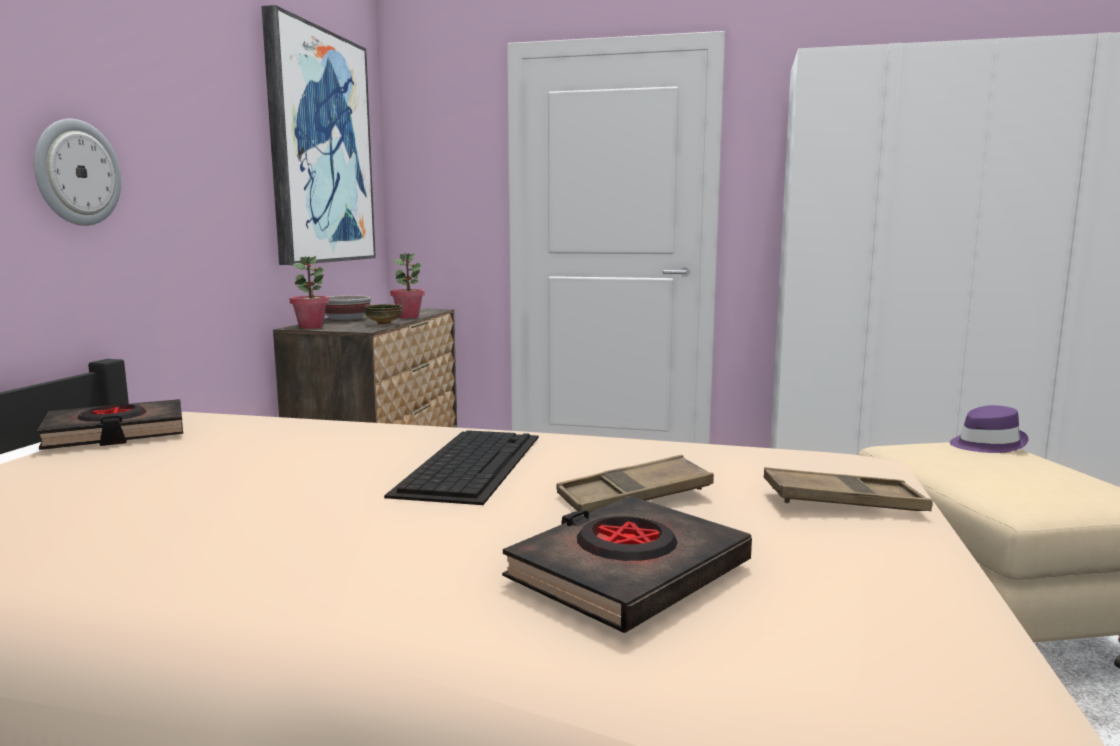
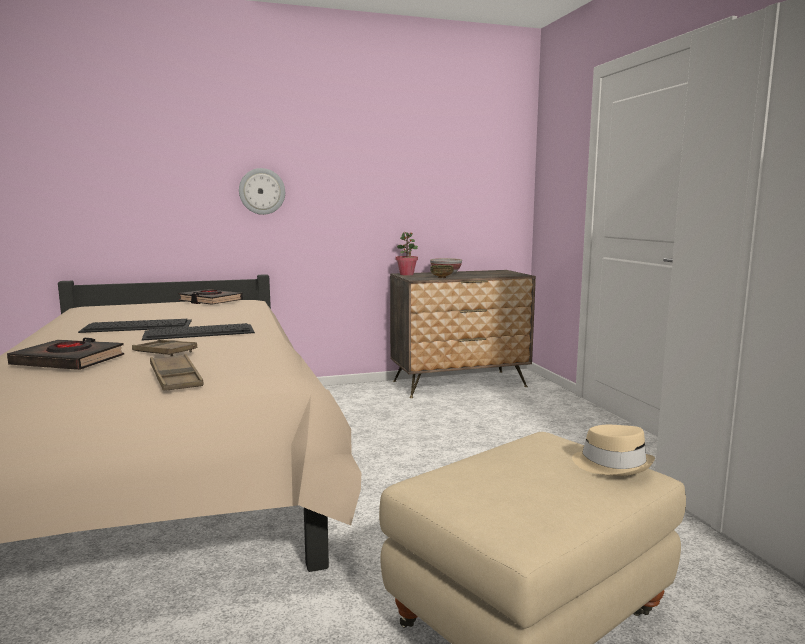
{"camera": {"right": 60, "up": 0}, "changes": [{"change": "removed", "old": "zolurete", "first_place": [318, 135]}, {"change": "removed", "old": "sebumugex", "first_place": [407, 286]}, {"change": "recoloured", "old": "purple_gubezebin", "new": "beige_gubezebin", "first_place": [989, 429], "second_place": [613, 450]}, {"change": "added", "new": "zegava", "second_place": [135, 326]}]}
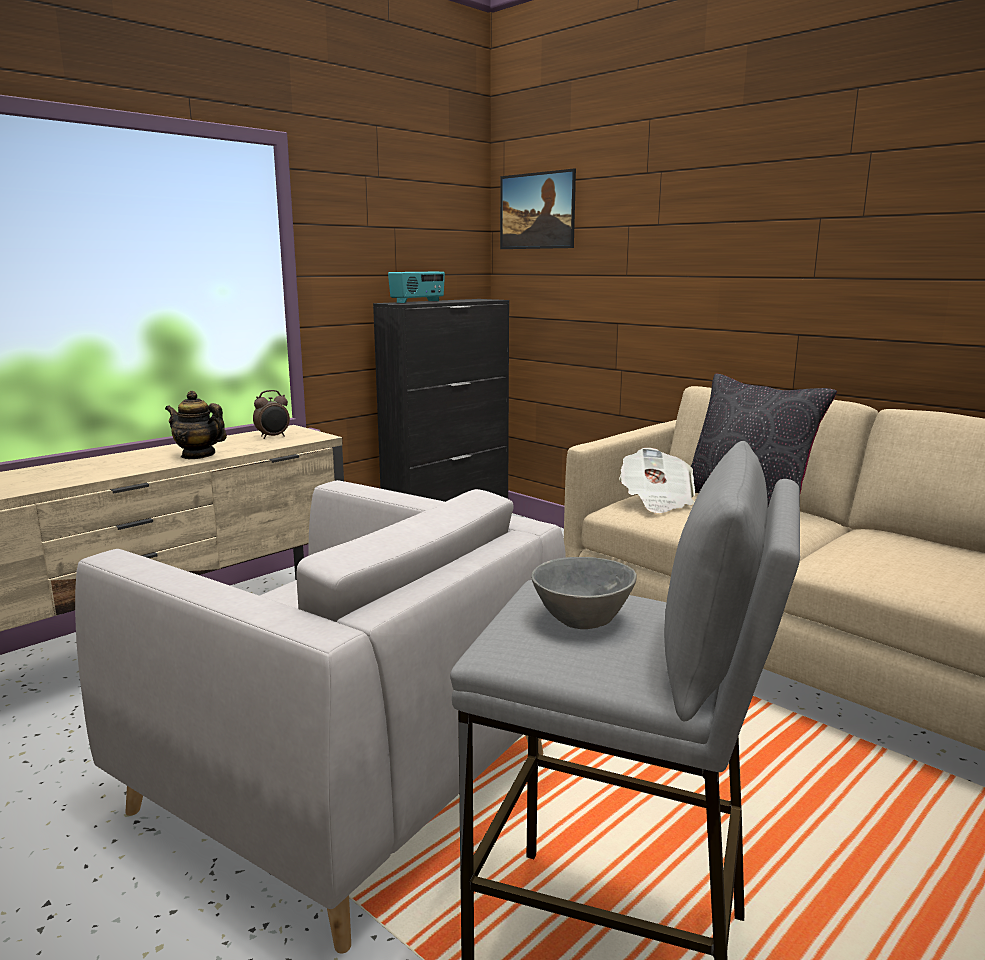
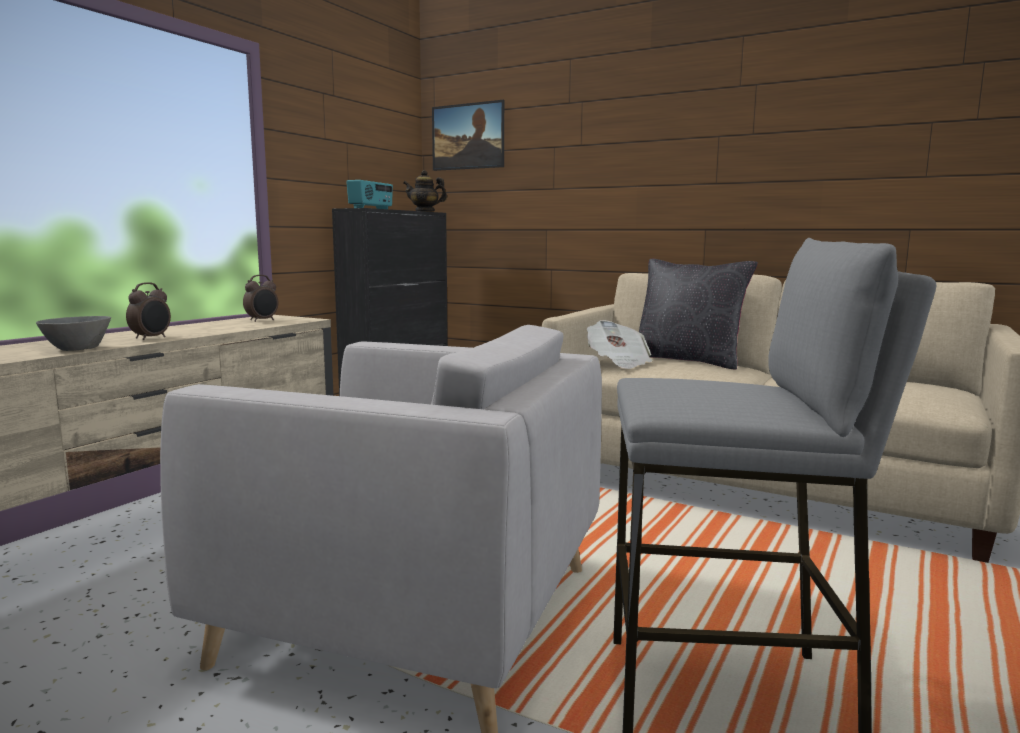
{"camera": {"right": -15, "up": -5}, "changes": [{"change": "moved", "old": "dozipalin", "first_place": [196, 425], "second_place": [425, 191]}, {"change": "moved", "old": "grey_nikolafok", "first_place": [584, 593], "second_place": [73, 333]}, {"change": "added", "new": "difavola", "second_place": [148, 311]}]}
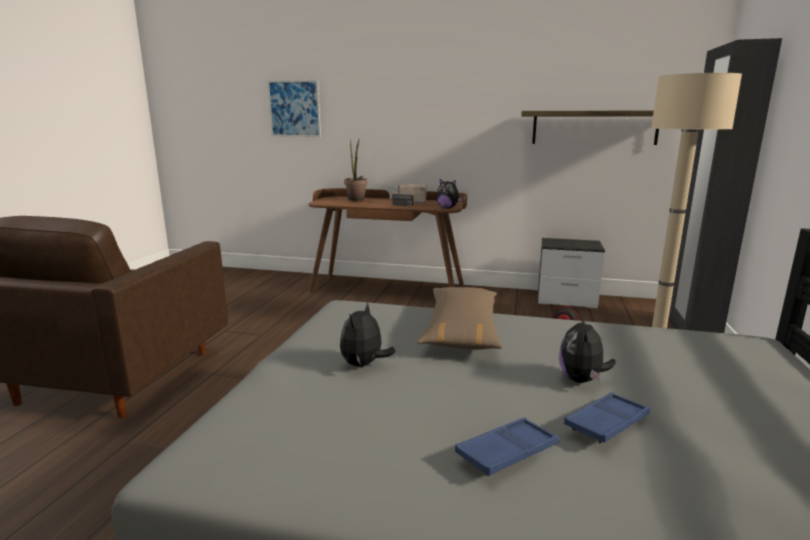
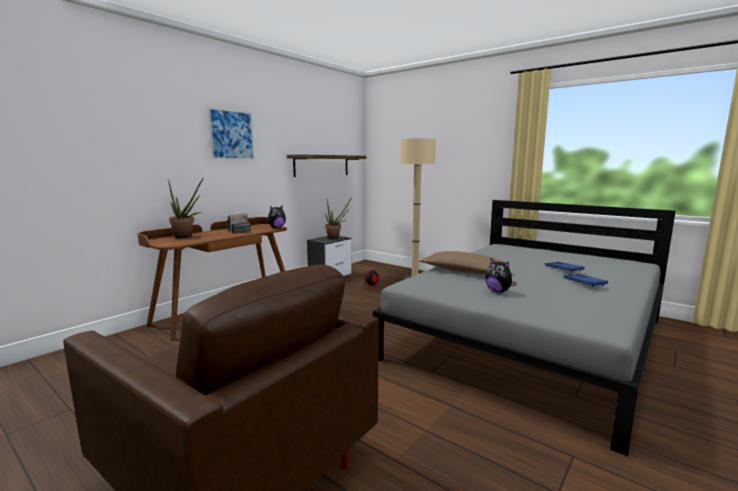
{"camera": {"right": -65, "up": -5}, "changes": [{"change": "moved", "old": "zolurete", "first_place": [294, 108], "second_place": [231, 133]}, {"change": "removed", "old": "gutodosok", "first_place": [587, 348]}, {"change": "removed", "old": "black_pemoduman", "first_place": [725, 185]}, {"change": "added", "new": "sebumugex", "second_place": [338, 218]}]}
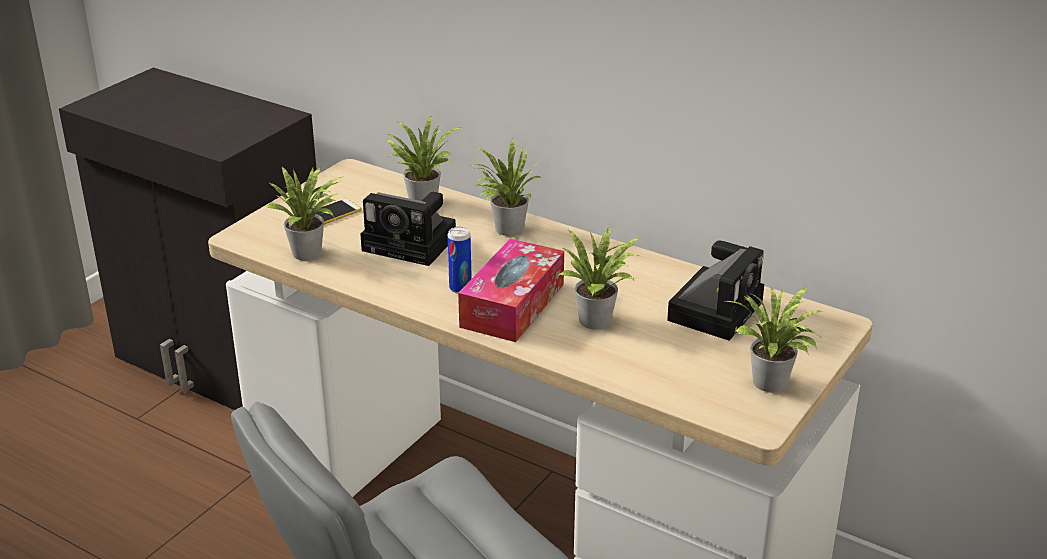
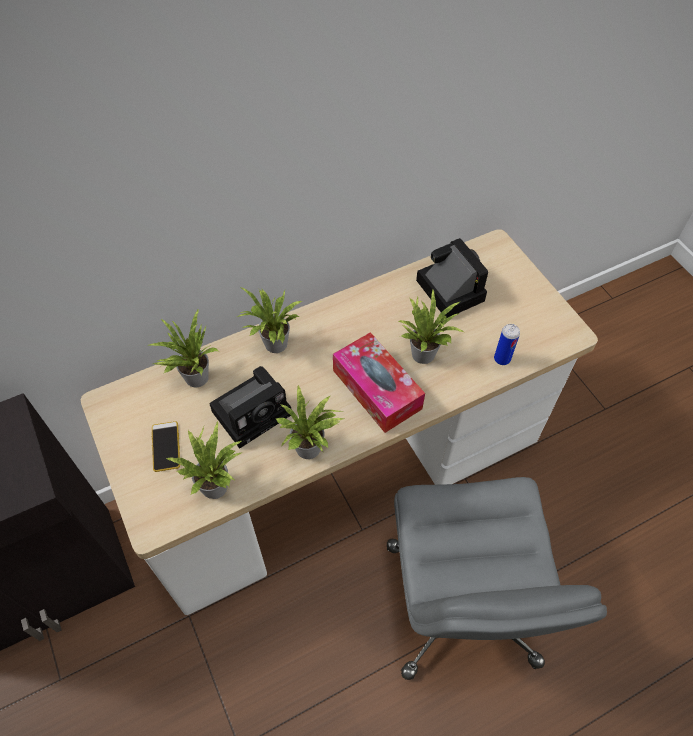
{"camera": {"right": -60, "up": 25}, "changes": [{"change": "moved", "old": "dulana", "first_place": [459, 260], "second_place": [507, 344]}, {"change": "moved", "old": "sebumugex", "first_place": [775, 339], "second_place": [310, 421]}]}
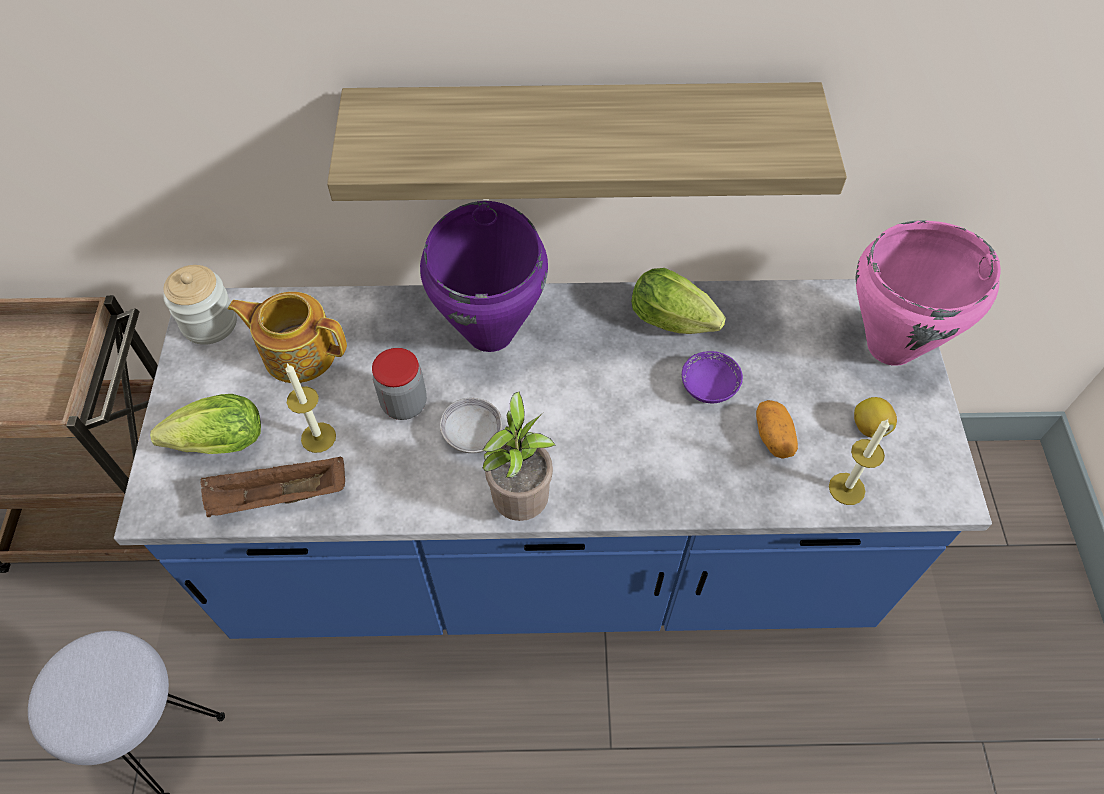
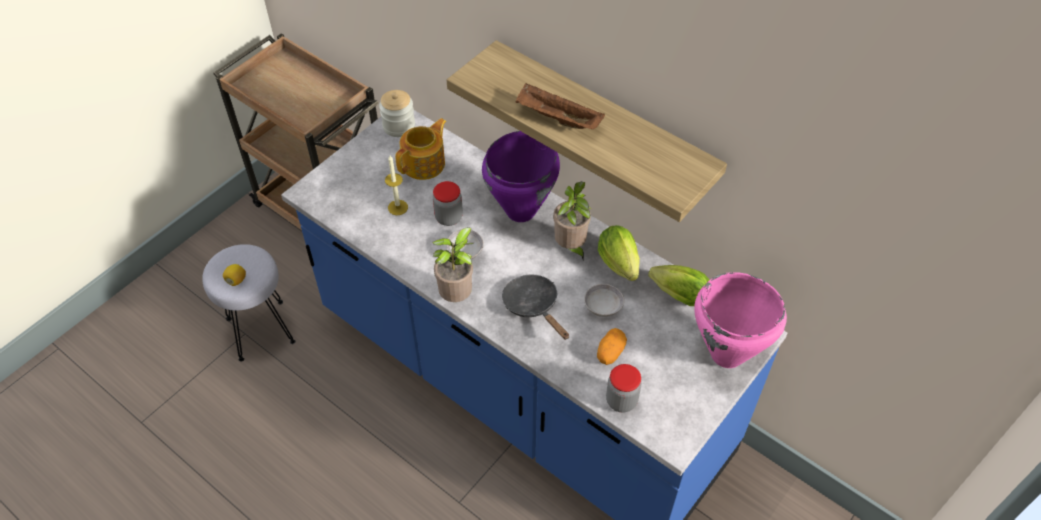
{"camera": {"right": 40, "up": -5}, "changes": [{"change": "moved", "old": "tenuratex", "first_place": [205, 424], "second_place": [679, 285]}, {"change": "moved", "old": "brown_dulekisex", "first_place": [272, 486], "second_place": [560, 106]}, {"change": "turned", "old": "dozipalin", "first_place": [287, 337], "second_place": [421, 149], "degrees": 75}, {"change": "recoloured", "old": "purple_nikolafok", "new": "grey_nikolafok", "first_place": [712, 377], "second_place": [604, 300]}, {"change": "replaced", "old": "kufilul", "new": "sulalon", "first_place": [859, 462], "second_place": [623, 388]}, {"change": "moved", "old": "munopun", "first_place": [875, 417], "second_place": [234, 275]}, {"change": "added", "new": "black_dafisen", "second_place": [535, 307]}, {"change": "added", "new": "sebumugex", "second_place": [572, 221]}]}
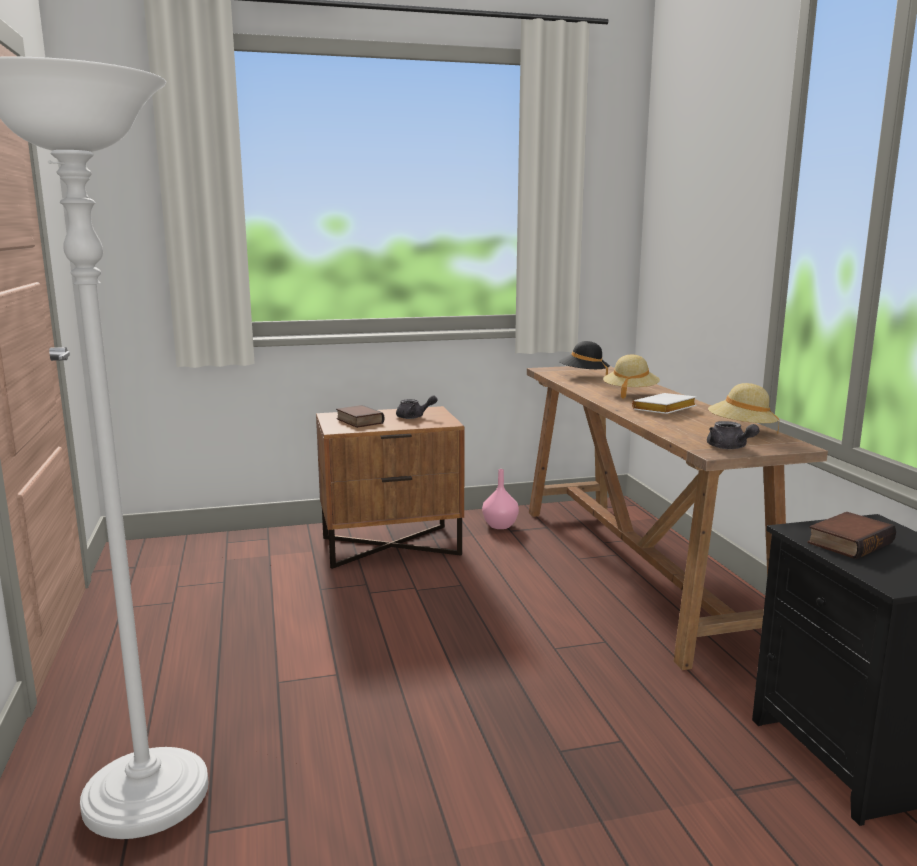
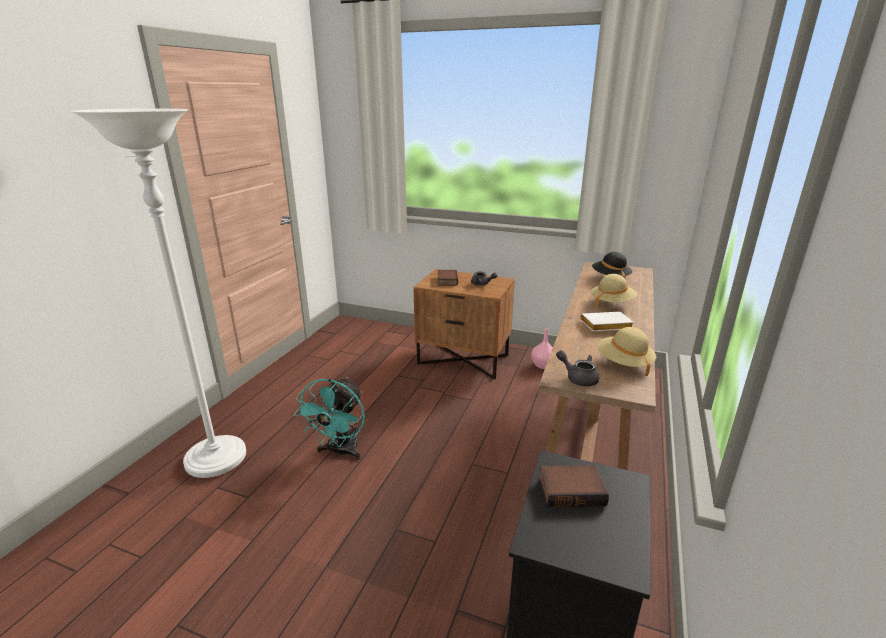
{"camera": {"right": 35, "up": 10}, "changes": [{"change": "turned", "old": "grey_dozipalin", "first_place": [733, 435], "second_place": [578, 368], "degrees": 120}, {"change": "added", "new": "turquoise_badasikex", "second_place": [329, 418]}]}
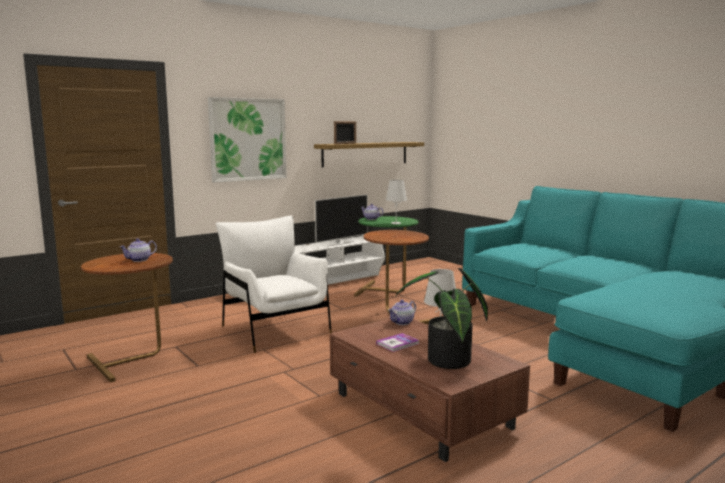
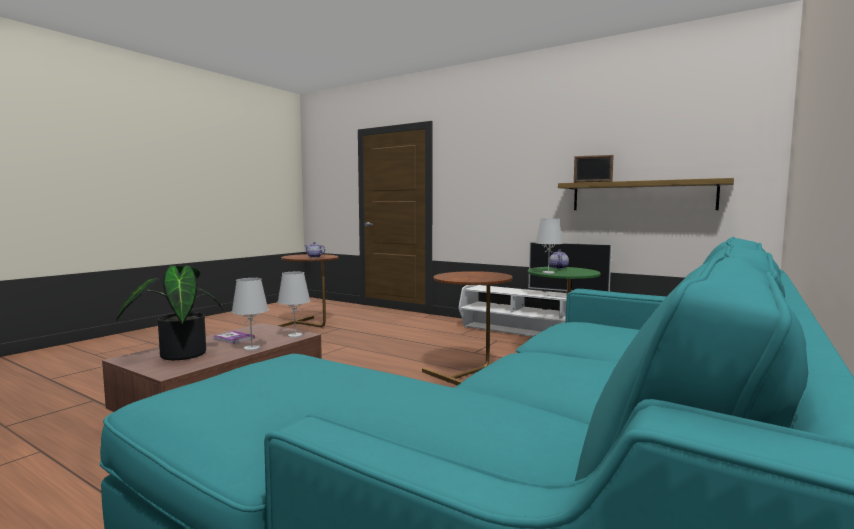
{"camera": {"right": 70, "up": -5}, "changes": [{"change": "removed", "old": "zolurete", "first_place": [247, 140]}, {"change": "removed", "old": "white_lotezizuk", "first_place": [274, 284]}, {"change": "replaced", "old": "dozipalin", "new": "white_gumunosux", "first_place": [402, 312], "second_place": [293, 305]}]}
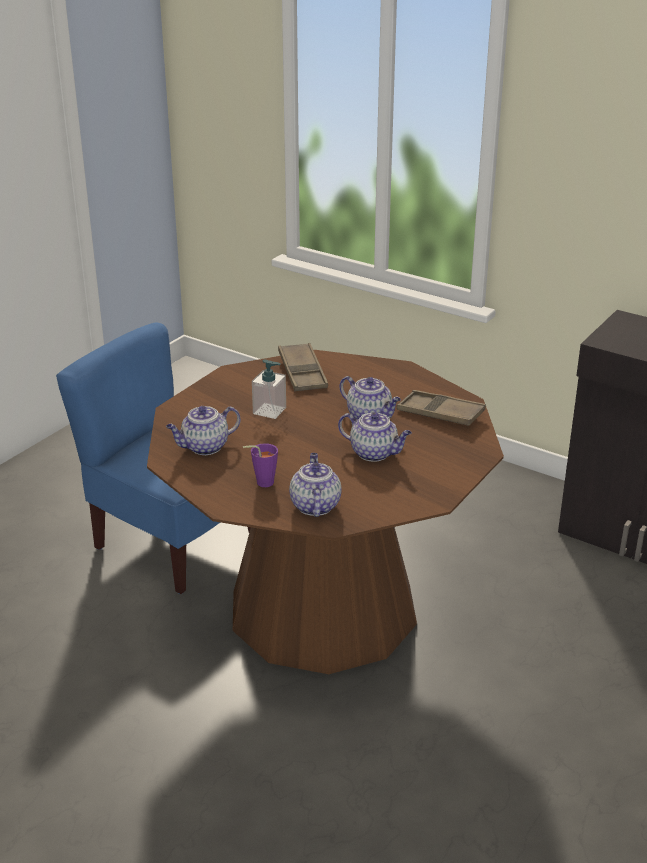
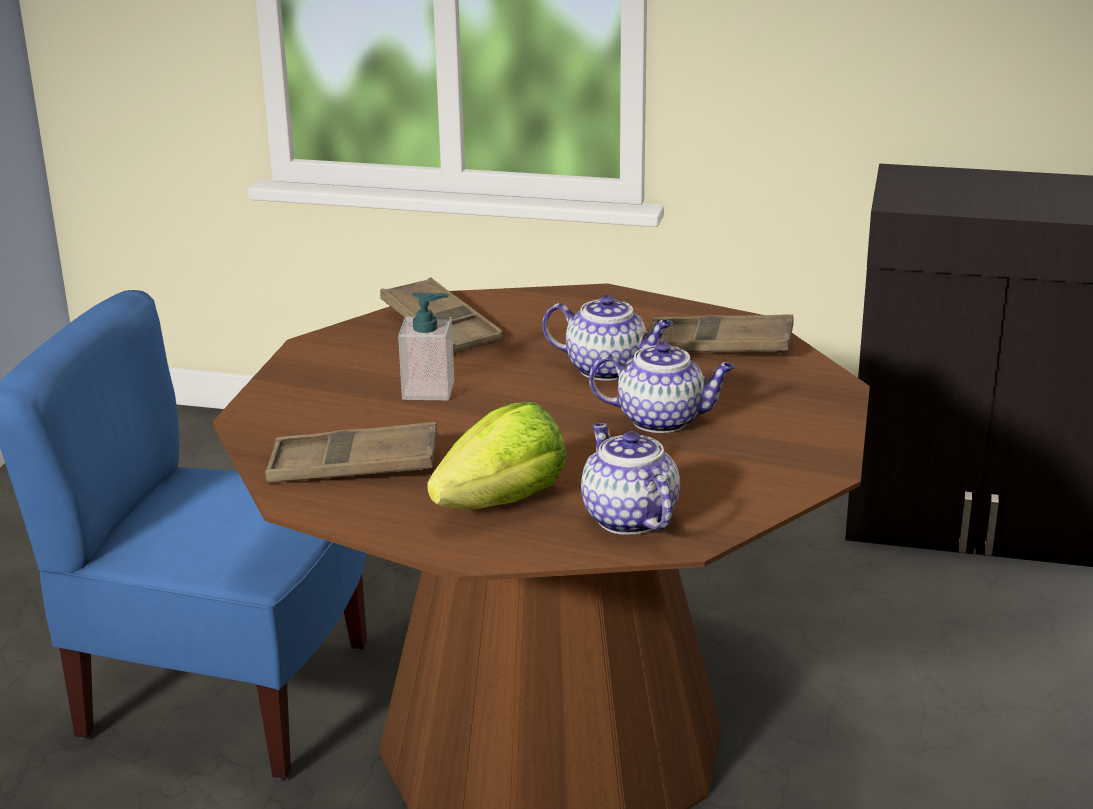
{"camera": {"right": -20, "up": -5}, "changes": [{"change": "replaced", "old": "dozipalin", "new": "brown_dulekisex", "first_place": [203, 430], "second_place": [351, 452]}, {"change": "replaced", "old": "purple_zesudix", "new": "tenuratex", "first_place": [260, 465], "second_place": [496, 455]}]}
